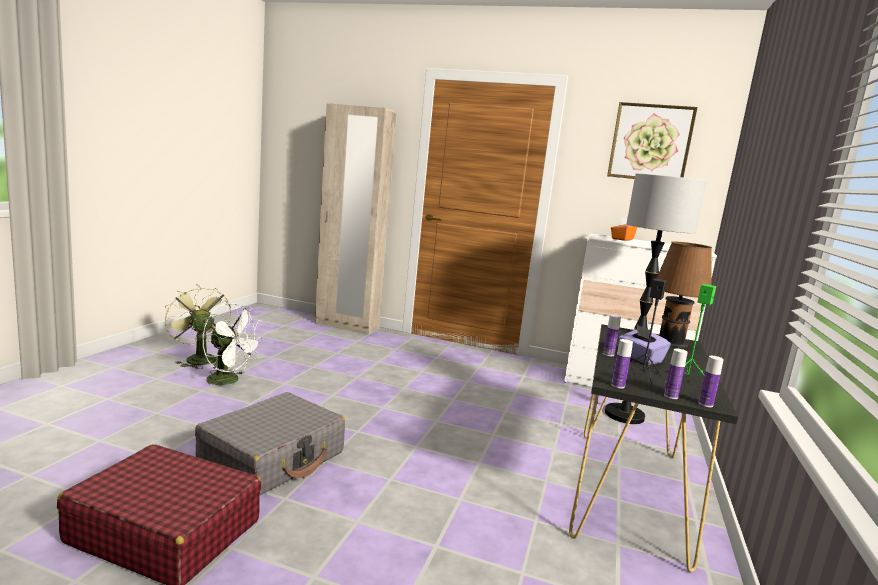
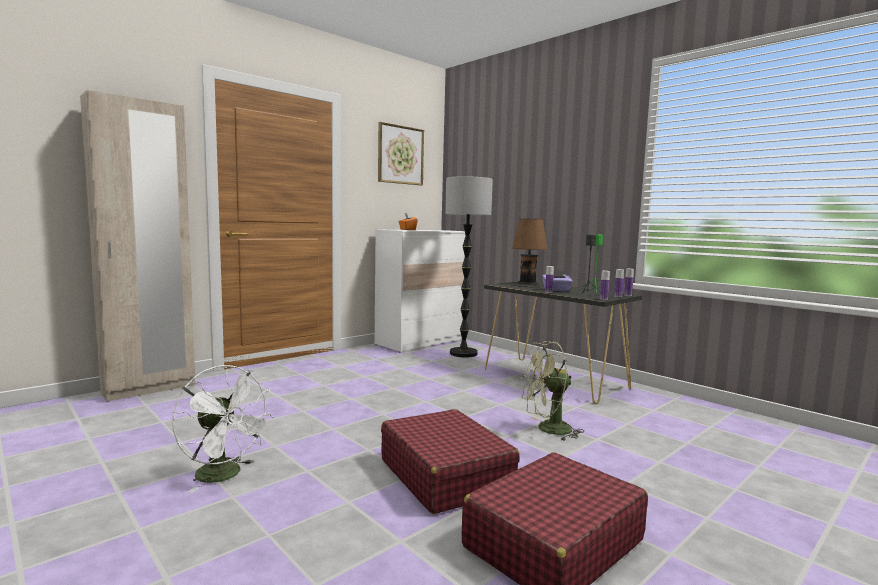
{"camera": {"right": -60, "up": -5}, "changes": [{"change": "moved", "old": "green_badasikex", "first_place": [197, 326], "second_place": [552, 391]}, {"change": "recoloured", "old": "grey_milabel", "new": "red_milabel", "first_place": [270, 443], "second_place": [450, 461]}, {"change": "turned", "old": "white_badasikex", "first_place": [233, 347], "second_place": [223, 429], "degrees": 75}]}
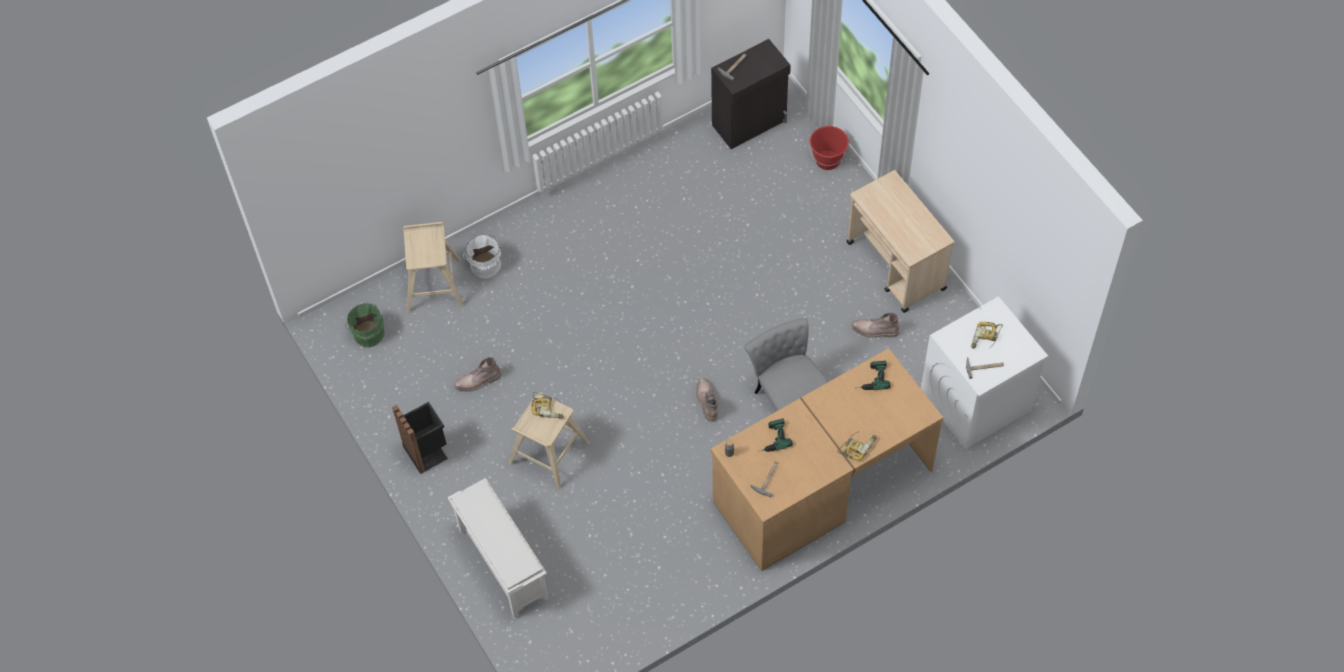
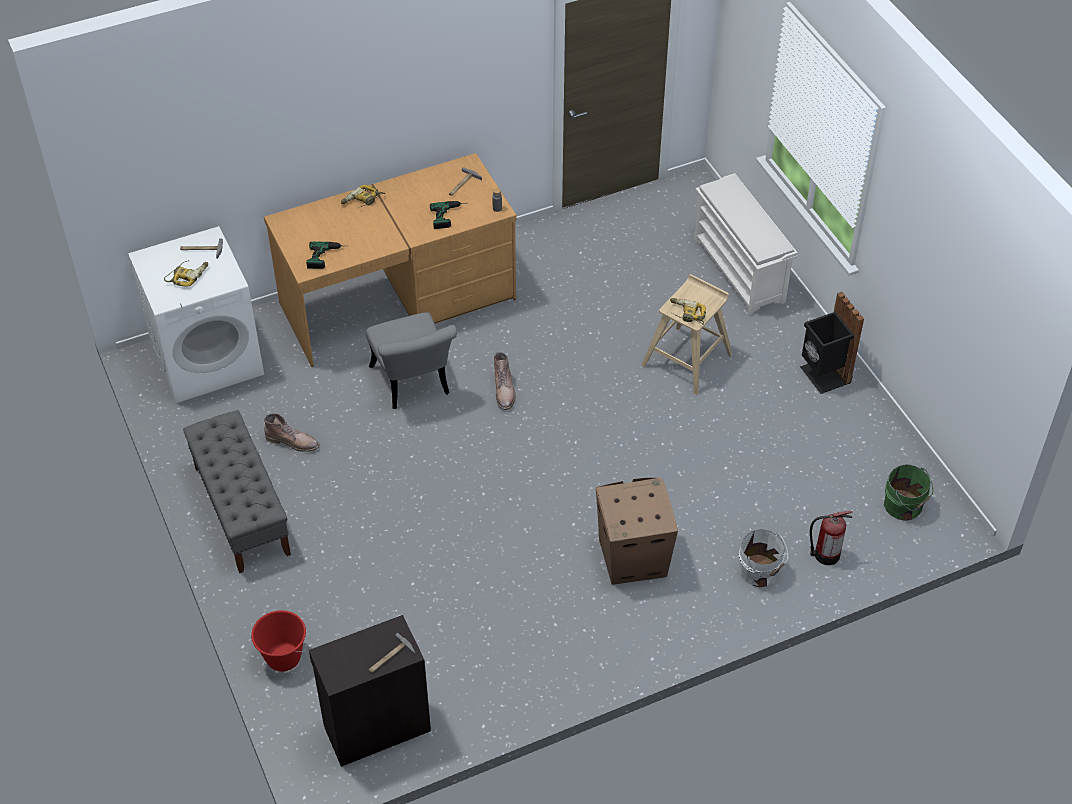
{"camera": {"right": -175, "up": -10}, "changes": [{"change": "replaced", "old": "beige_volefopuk", "new": "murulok", "first_place": [433, 267], "second_place": [831, 538]}, {"change": "removed", "old": "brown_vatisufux", "first_place": [477, 374]}, {"change": "replaced", "old": "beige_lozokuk", "new": "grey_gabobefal", "first_place": [900, 241], "second_place": [237, 491]}, {"change": "added", "new": "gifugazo", "second_place": [637, 531]}]}
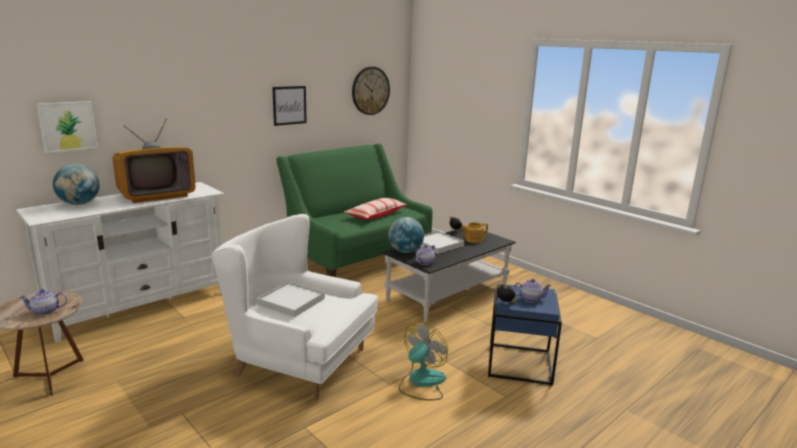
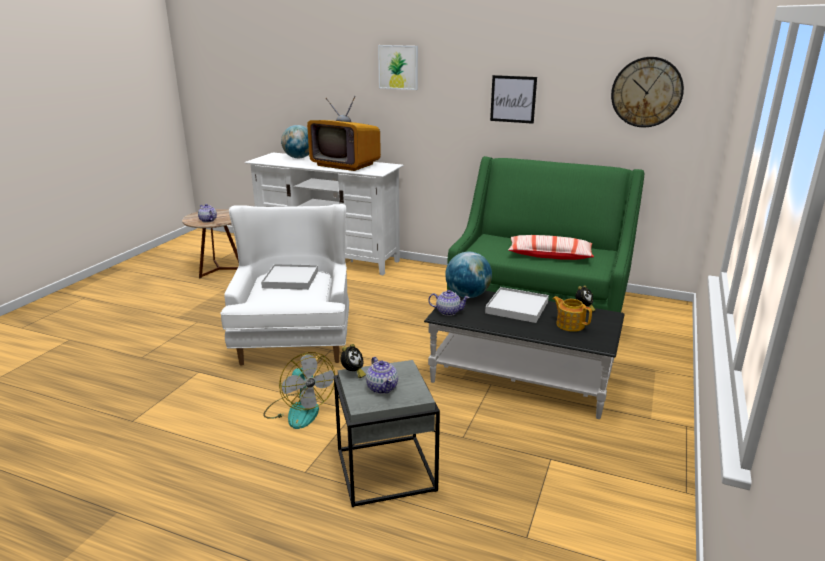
{"camera": {"right": 65, "up": 5}, "changes": [{"change": "moved", "old": "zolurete", "first_place": [67, 127], "second_place": [398, 67]}, {"change": "turned", "old": "badasikex", "first_place": [423, 361], "second_place": [299, 390], "degrees": 45}, {"change": "recoloured", "old": "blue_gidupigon", "new": "grey_gidupigon", "first_place": [525, 335], "second_place": [387, 433]}]}
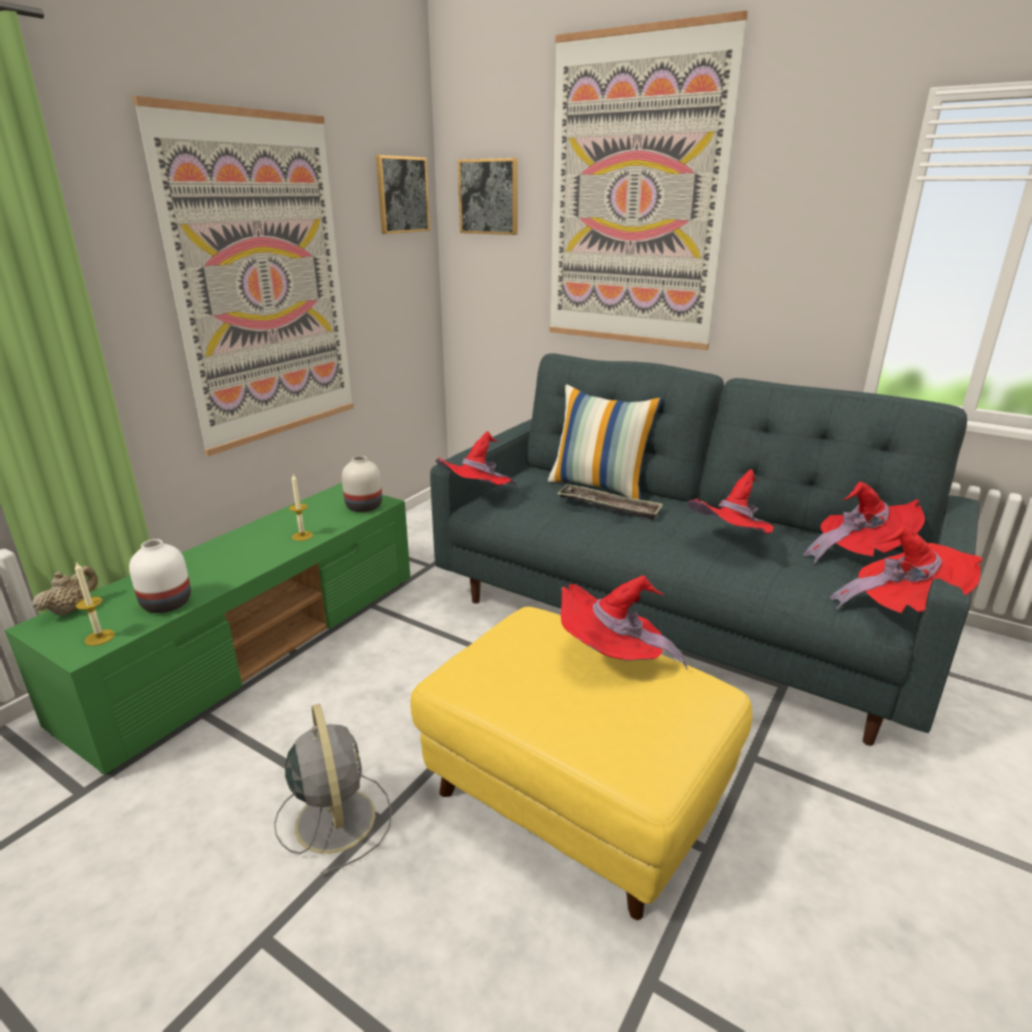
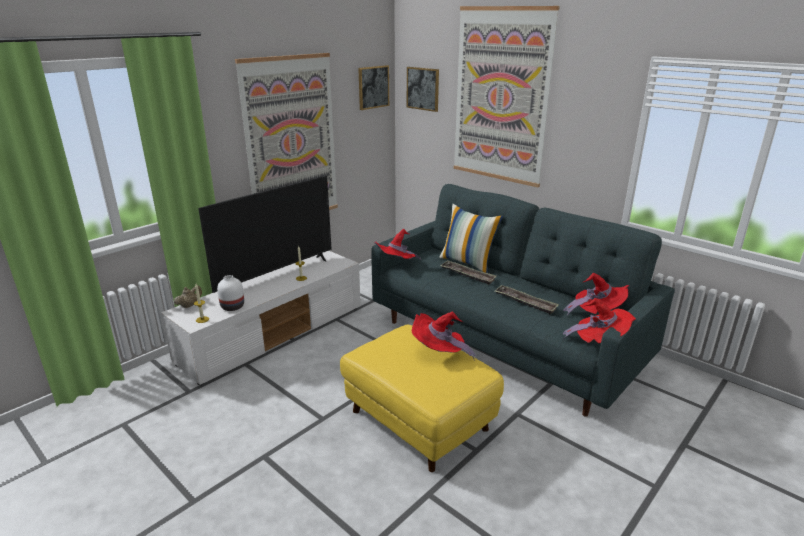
{"camera": {"right": 10, "up": 0}, "changes": [{"change": "recoloured", "old": "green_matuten", "new": "white_matuten", "first_place": [207, 629], "second_place": [261, 318]}, {"change": "removed", "old": "grey_badasikex", "first_place": [333, 790]}, {"change": "removed", "old": "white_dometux", "first_place": [362, 484]}, {"change": "replaced", "old": "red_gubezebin", "new": "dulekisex", "first_place": [730, 501], "second_place": [527, 299]}, {"change": "added", "new": "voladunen", "second_place": [265, 234]}]}
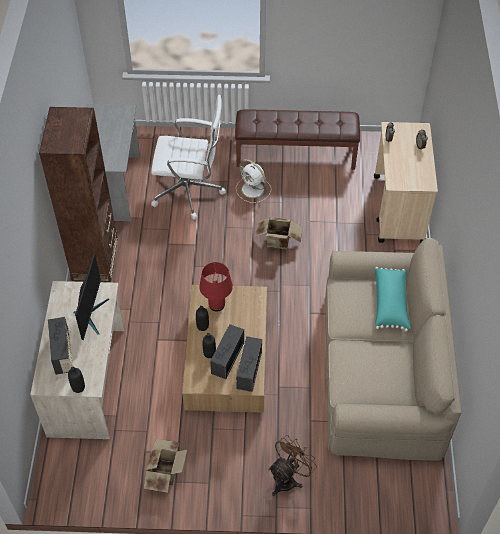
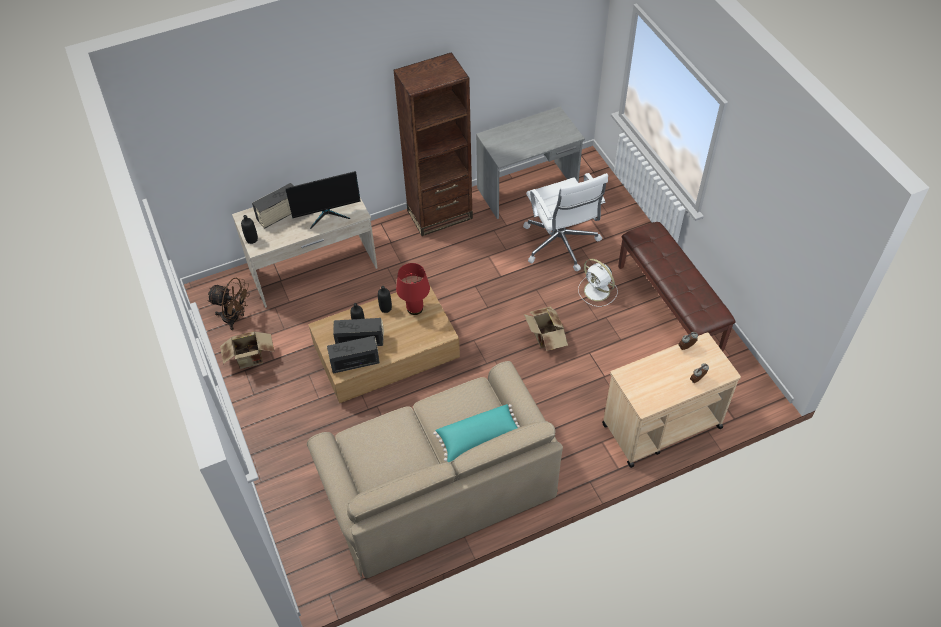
{"camera": {"right": 65, "up": 0}, "changes": [{"change": "turned", "old": "white_badasikex", "first_place": [253, 181], "second_place": [598, 283], "degrees": -60}, {"change": "moved", "old": "brown_badasikex", "first_place": [292, 465], "second_place": [228, 304]}]}
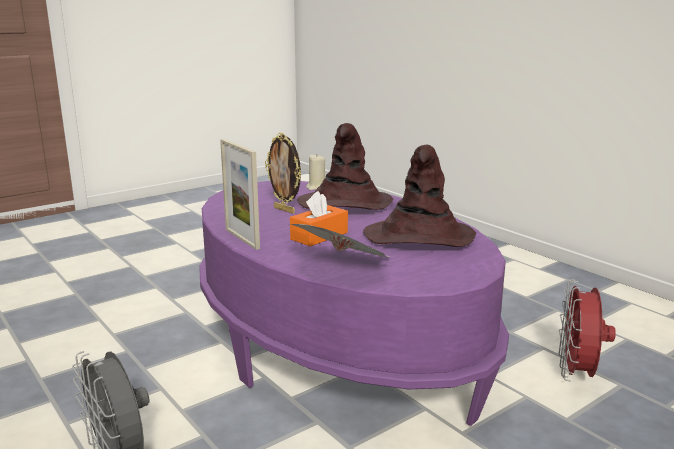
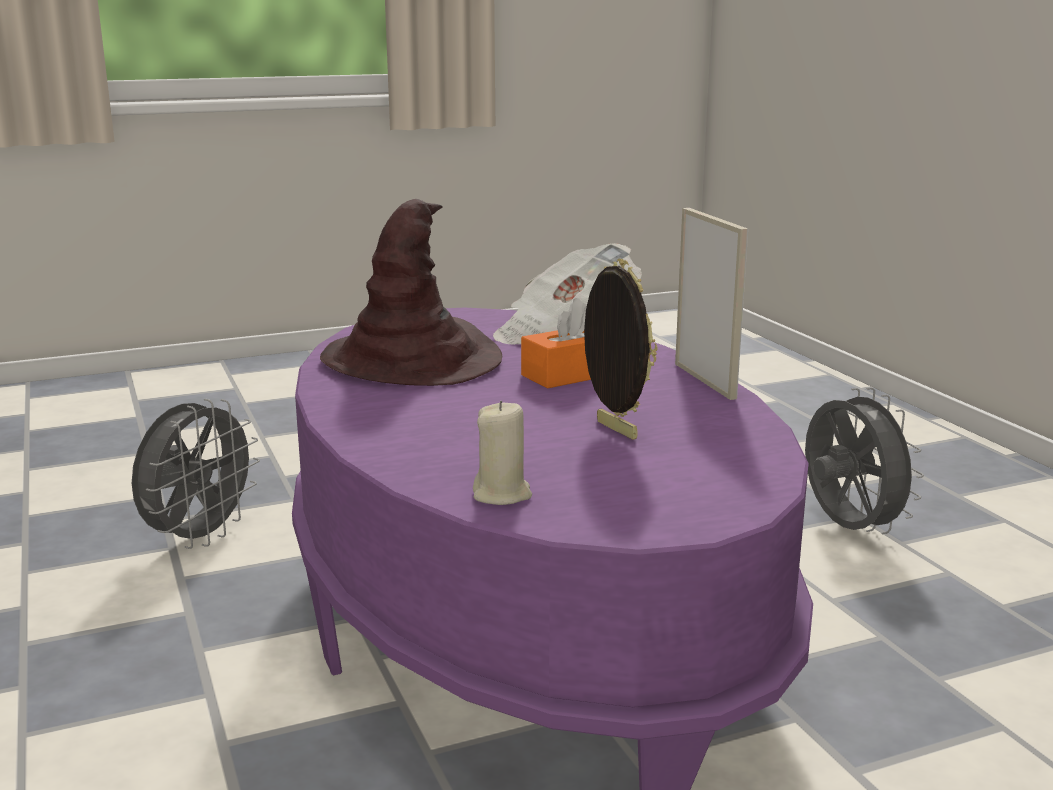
{"camera": {"right": -165, "up": 0}, "changes": [{"change": "removed", "old": "brown_gubezebin", "first_place": [345, 166]}, {"change": "recoloured", "old": "red_badasikex", "new": "grey_badasikex", "first_place": [587, 330], "second_place": [196, 473]}]}
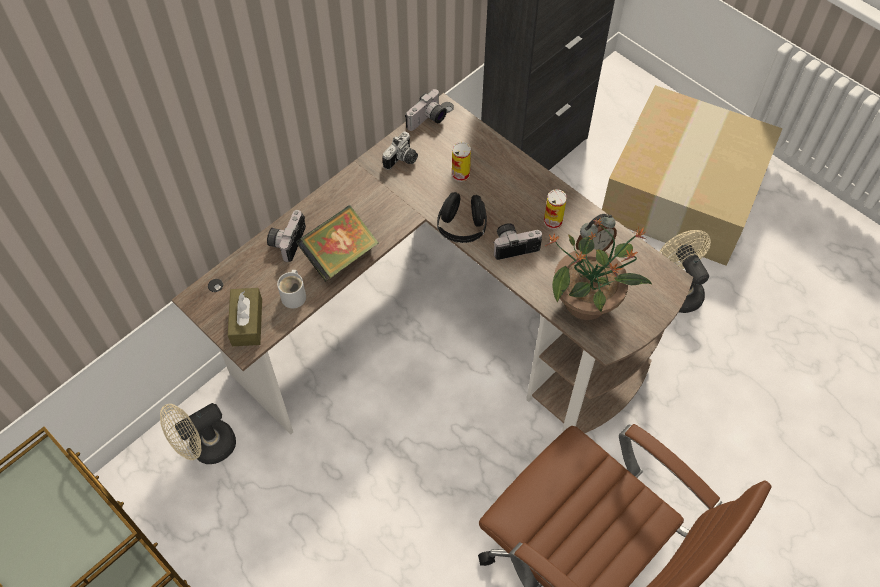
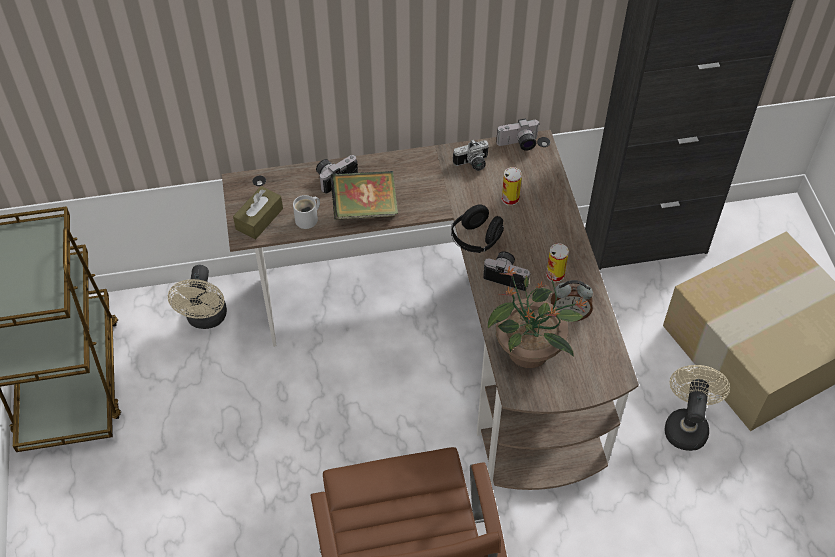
{"camera": {"right": 35, "up": -5}, "changes": [{"change": "turned", "old": "beige_badasikex", "first_place": [198, 433], "second_place": [197, 297], "degrees": -90}]}
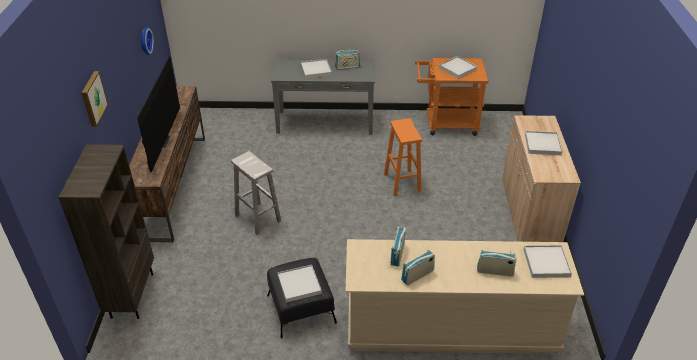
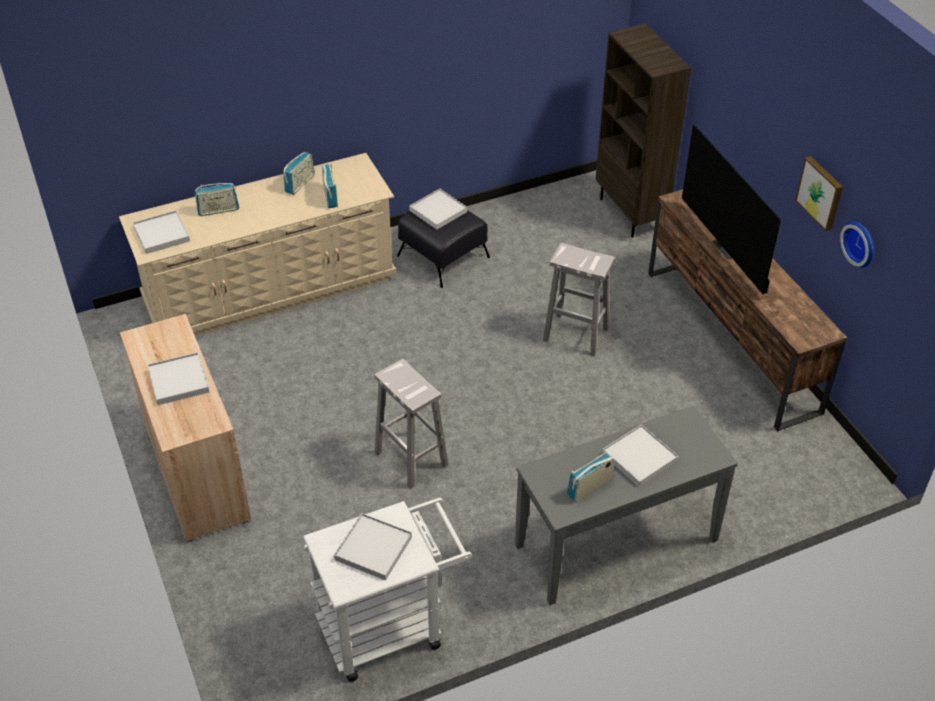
{"camera": {"right": 155, "up": 5}, "changes": [{"change": "moved", "old": "zolurete", "first_place": [95, 99], "second_place": [819, 193]}, {"change": "recoloured", "old": "orange_volefopuk", "new": "white_volefopuk", "first_place": [403, 157], "second_place": [412, 424]}, {"change": "recoloured", "old": "orange_lozokuk", "new": "white_lozokuk", "first_place": [452, 97], "second_place": [387, 590]}]}
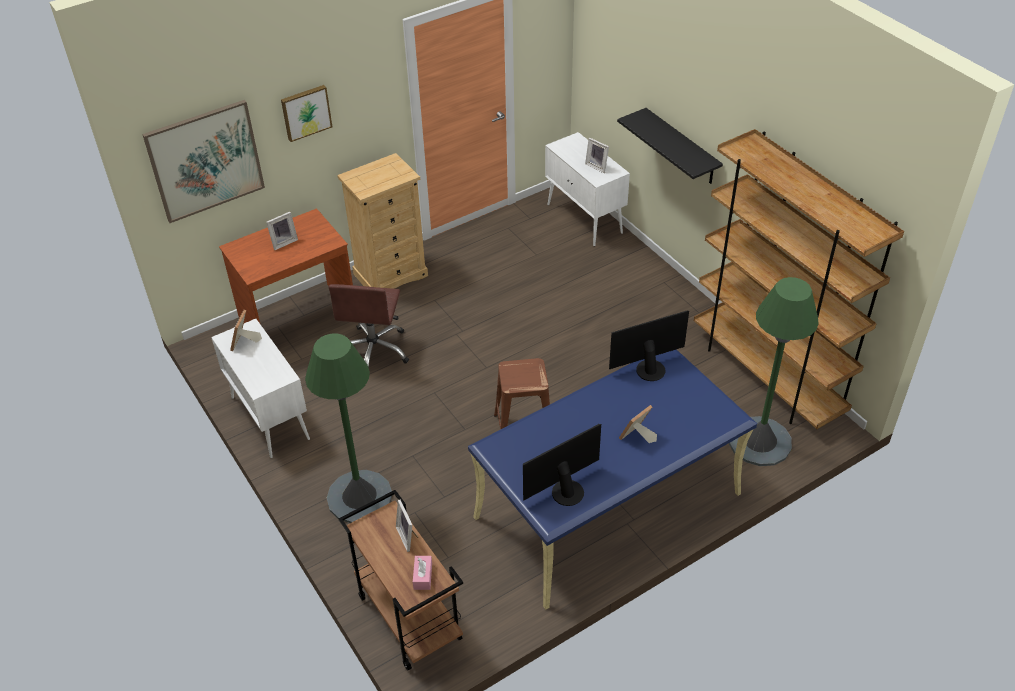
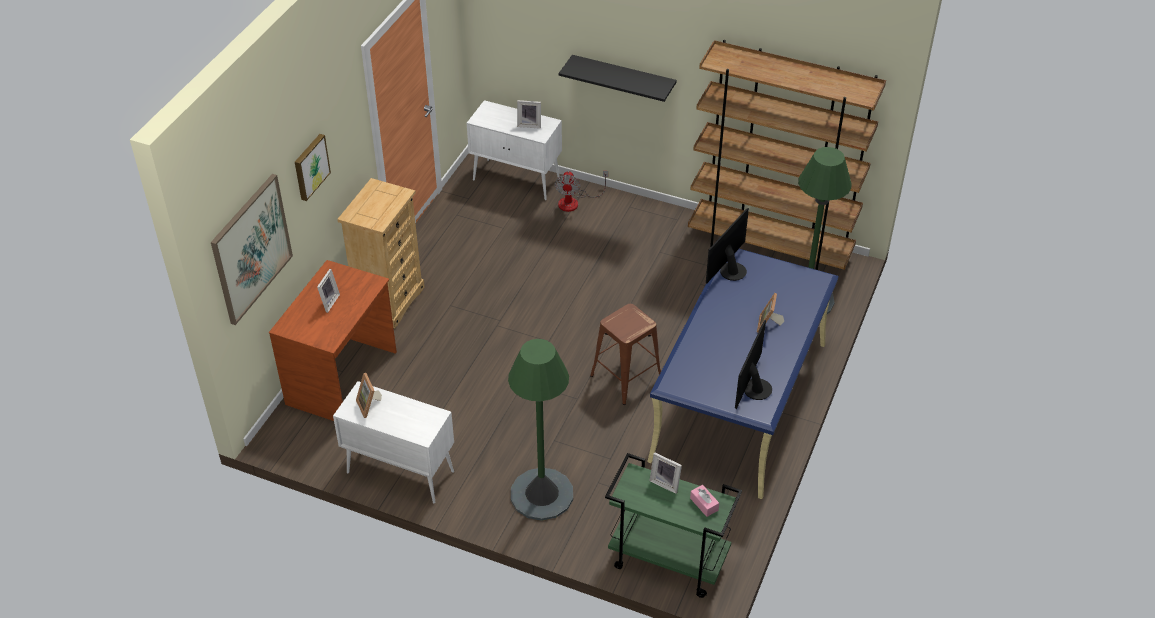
{"camera": {"right": -35, "up": 0}, "changes": [{"change": "removed", "old": "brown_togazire", "first_place": [368, 325]}, {"change": "recoloured", "old": "brown_lozokuk", "new": "green_lozokuk", "first_place": [401, 580], "second_place": [673, 525]}, {"change": "added", "new": "badasikex", "second_place": [581, 191]}]}
